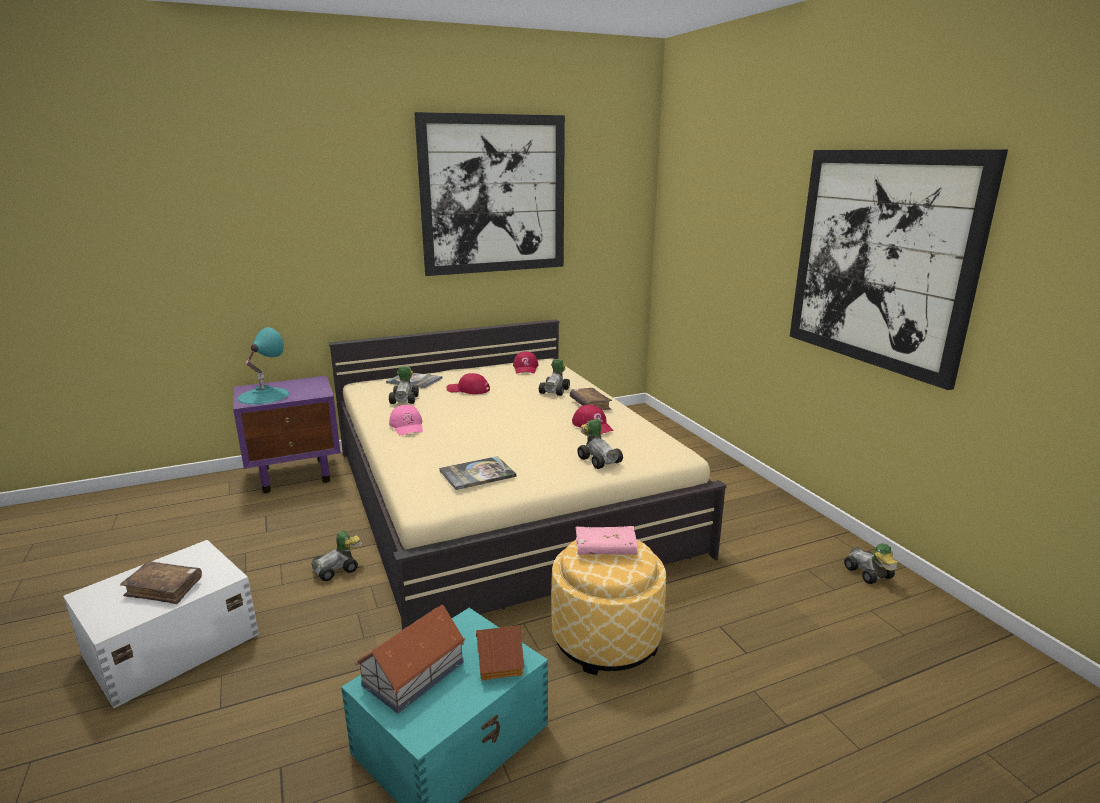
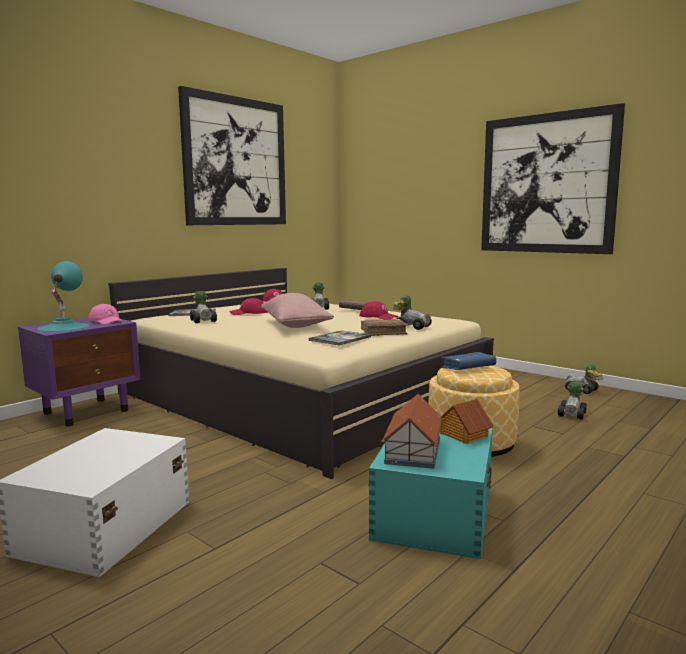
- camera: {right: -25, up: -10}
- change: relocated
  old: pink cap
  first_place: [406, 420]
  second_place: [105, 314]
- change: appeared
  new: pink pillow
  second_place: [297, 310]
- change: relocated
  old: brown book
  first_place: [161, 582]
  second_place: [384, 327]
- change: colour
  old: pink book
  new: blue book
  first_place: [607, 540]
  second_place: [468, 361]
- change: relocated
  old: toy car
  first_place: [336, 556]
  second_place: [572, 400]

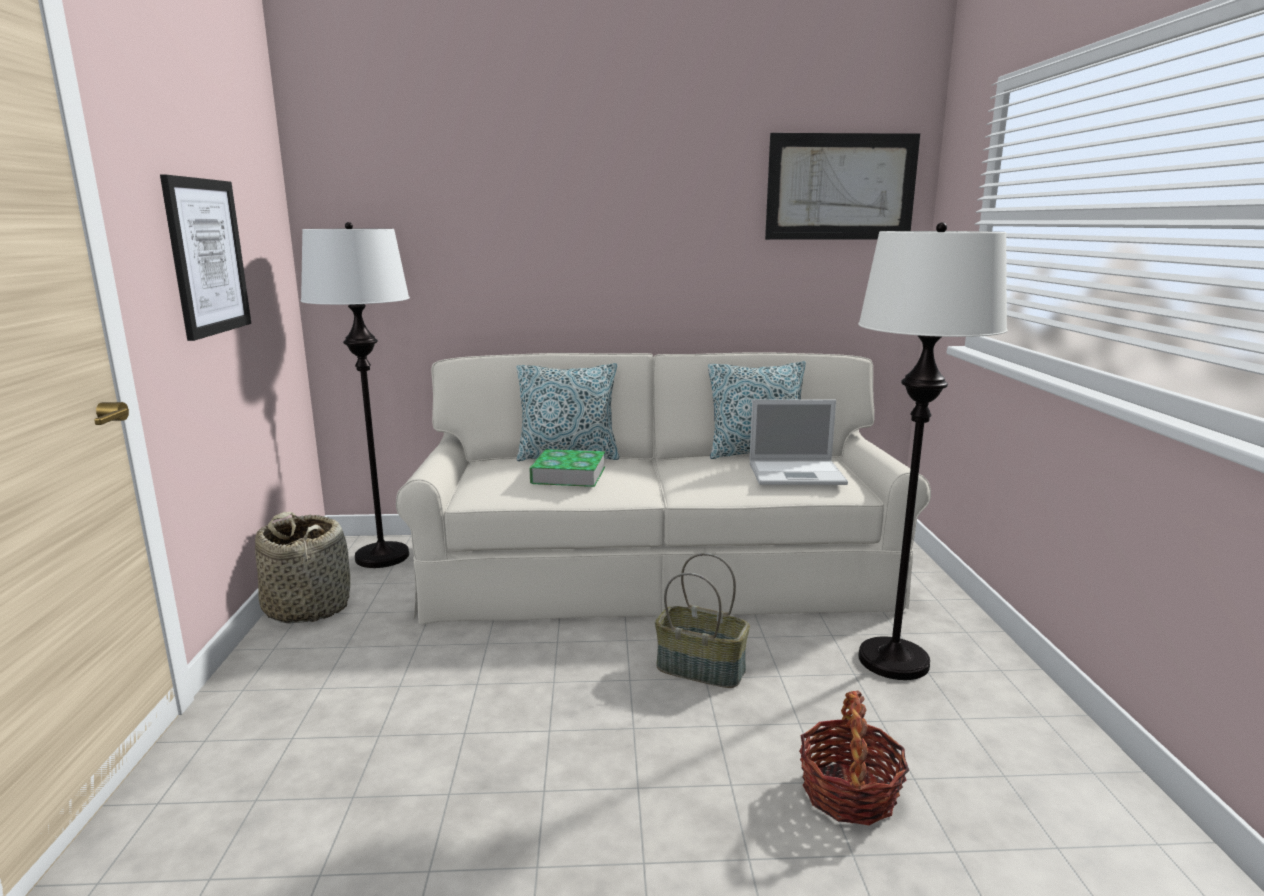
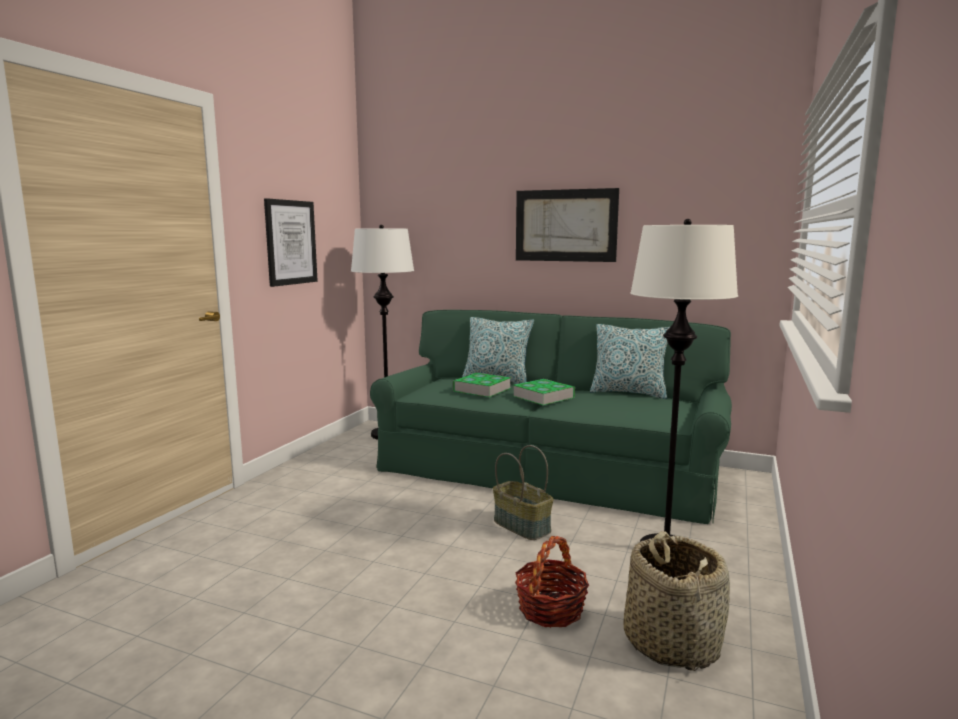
- camera: {right: 25, up: -5}
- change: colour
  old: beige sofa
  new: green sofa
  first_place: [663, 488]
  second_place: [551, 417]
- change: appeared
  new: book
  second_place: [544, 392]
- change: relocated
  old: picture
  first_place: [842, 186]
  second_place: [567, 225]
- change: relocated
  old: basket
  first_place: [302, 568]
  second_place: [676, 601]
- change: missing
  old: laptop
  first_place: [798, 442]

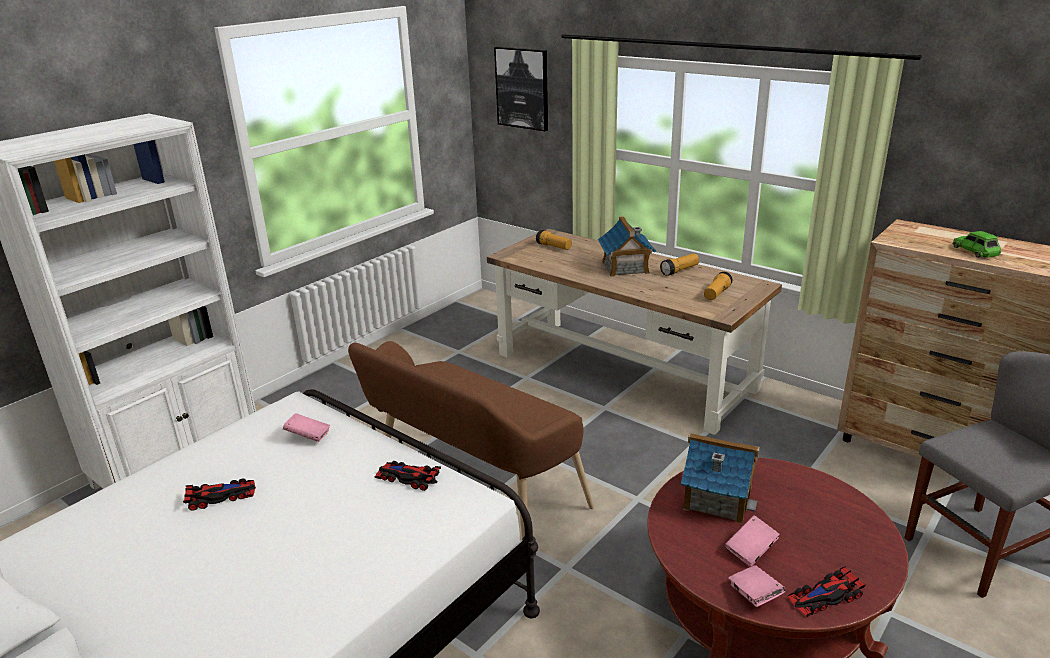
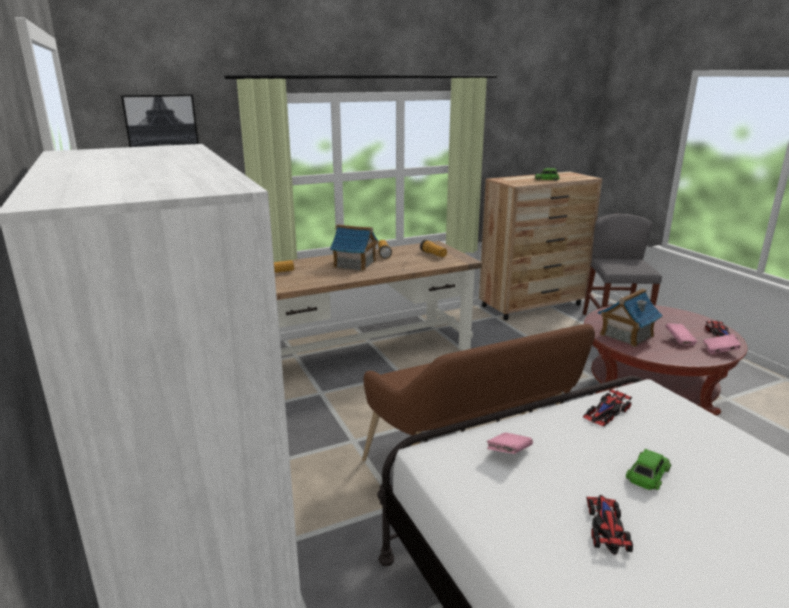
- camera: {right: -65, up: -5}
- change: appeared
  new: green toy car
  second_place: [648, 469]

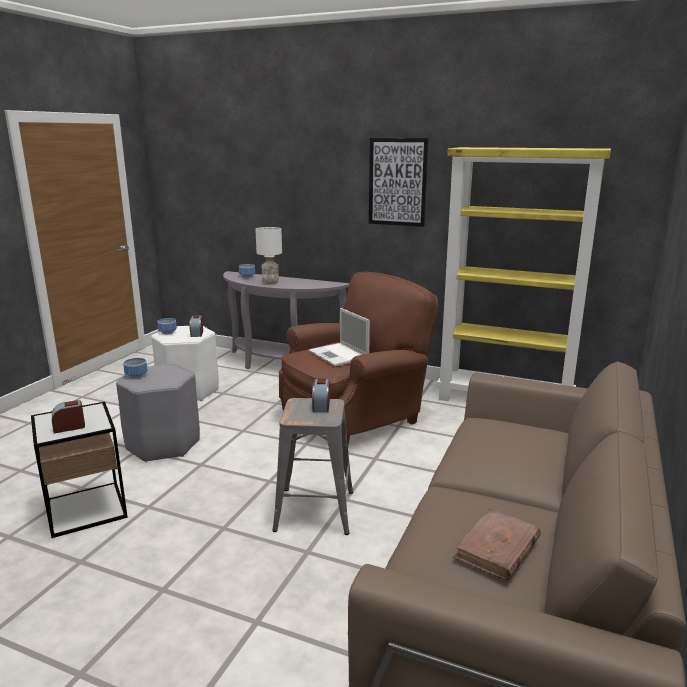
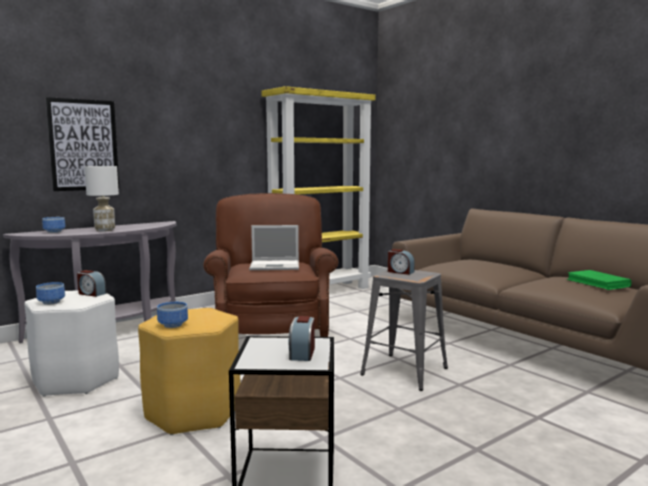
- camera: {right: -60, up: -10}
- change: relocated
  old: picture
  first_place: [399, 182]
  second_place: [82, 144]
- change: colour
  old: grey stool
  new: yellow stool
  first_place: [158, 413]
  second_place: [189, 371]
- change: colour
  old: brown book
  new: green book
  first_place: [497, 544]
  second_place: [599, 280]

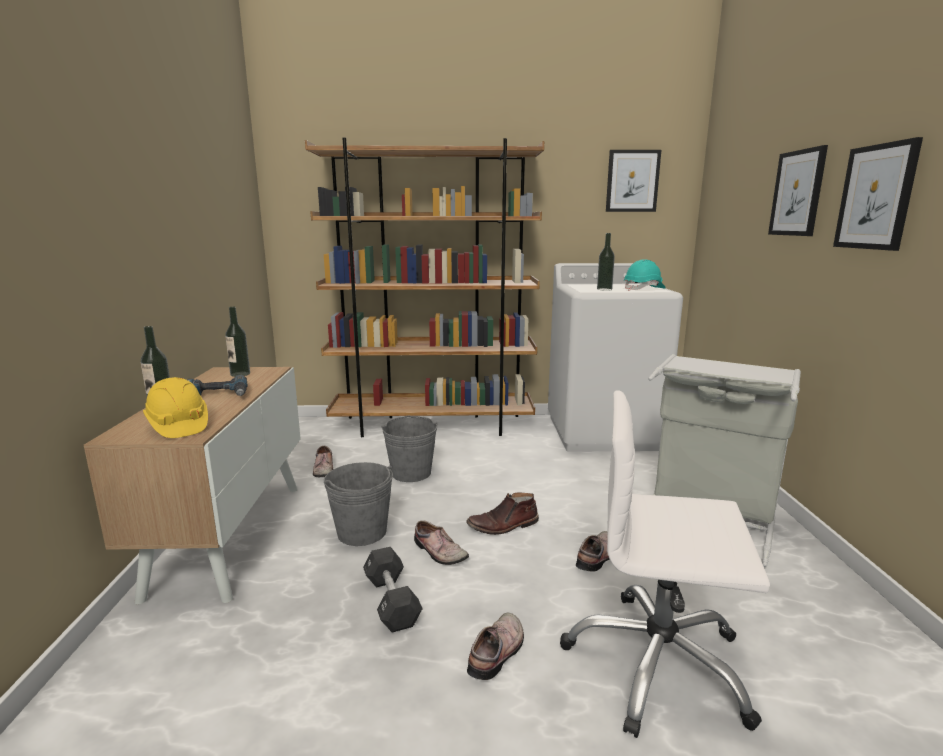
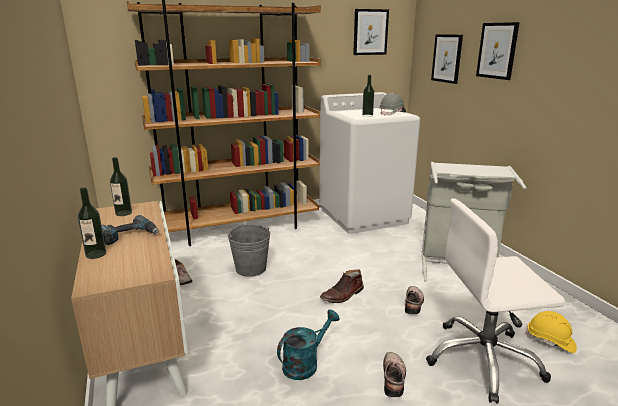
- camera: {right: -20, up: 5}
- change: exchanged
  old: black dumbbell
  new: turquoise watering can
  first_place: [393, 589]
  second_place: [308, 344]
- change: colour
  old: turquoise hard hat
  new: grey hard hat
  first_place: [645, 275]
  second_place: [392, 104]
- change: relocated
  old: picture
  first_place: [878, 194]
  second_place: [447, 59]
- change: relocated
  old: yellow hard hat
  first_place: [175, 407]
  second_place: [551, 332]
- change: missing
  old: grey bucket
  first_place: [358, 504]
- change: missing
  old: shoe
  first_place: [441, 542]

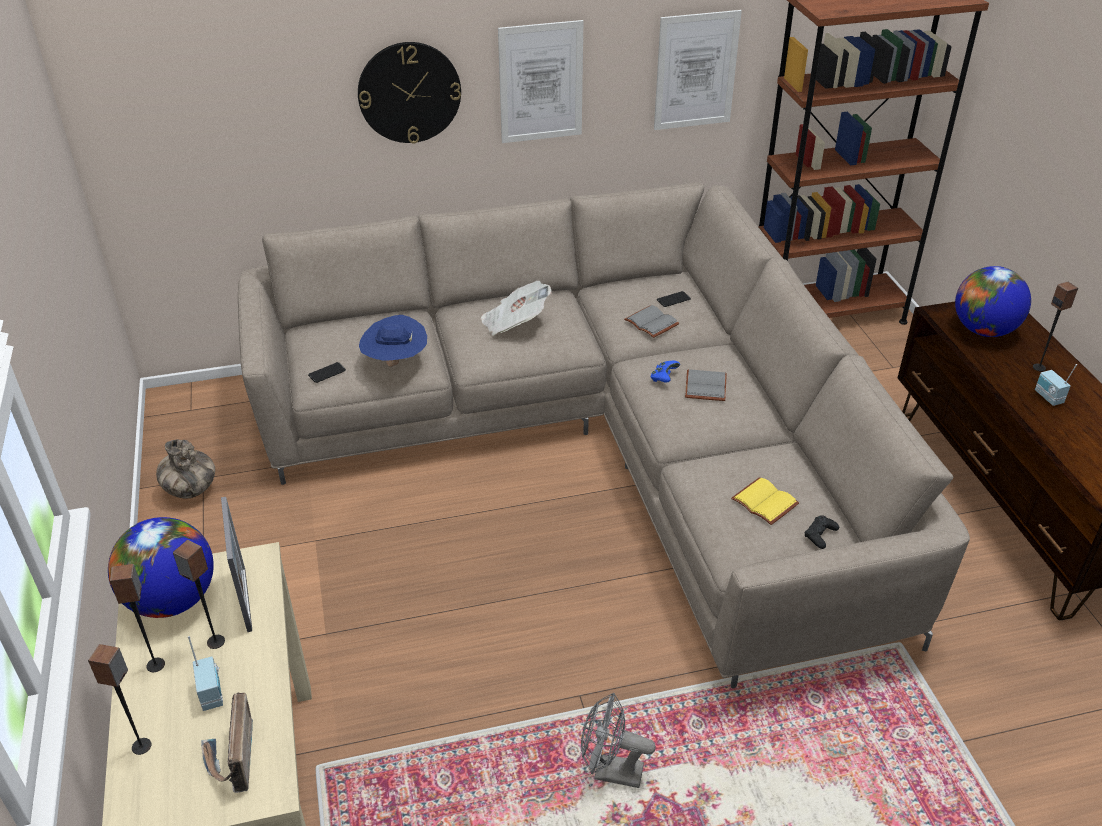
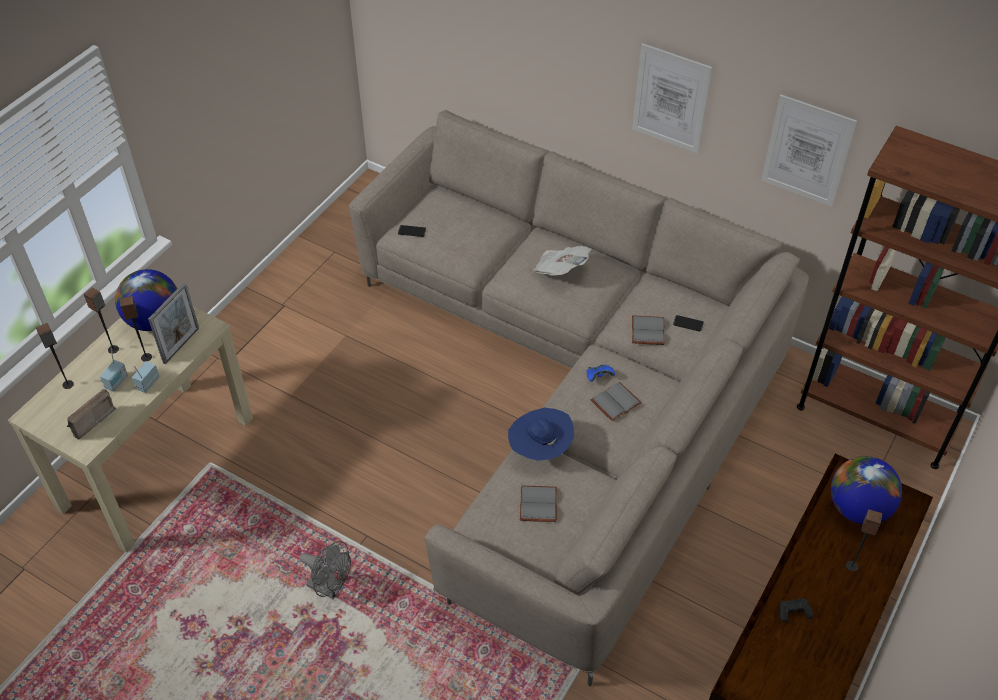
- camera: {right: 45, up: 10}
- change: relocated
  old: radio
  first_place: [1056, 385]
  second_place: [146, 377]
- change: spun
  old: grey fan
  first_place: [618, 740]
  second_place: [325, 570]
  degrees: 150
- change: relocated
  old: blue hat
  first_place: [393, 341]
  second_place: [541, 434]
- change: colour
  old: yellow book
  new: grey book
  first_place: [765, 501]
  second_place: [538, 504]
- change: relocated
  old: black game controller
  first_place: [822, 532]
  second_place: [796, 610]
- change: missing
  old: vase
  first_place: [185, 469]
- change: missing
  old: wall clock
  first_place: [409, 92]

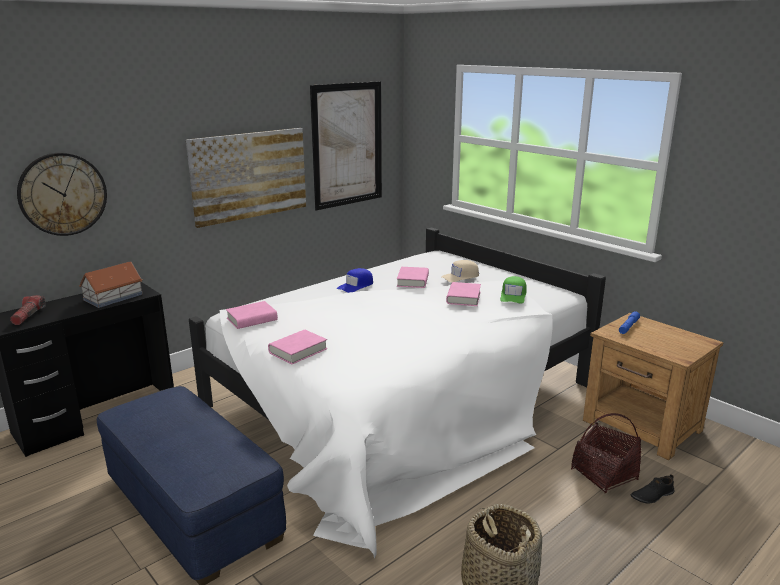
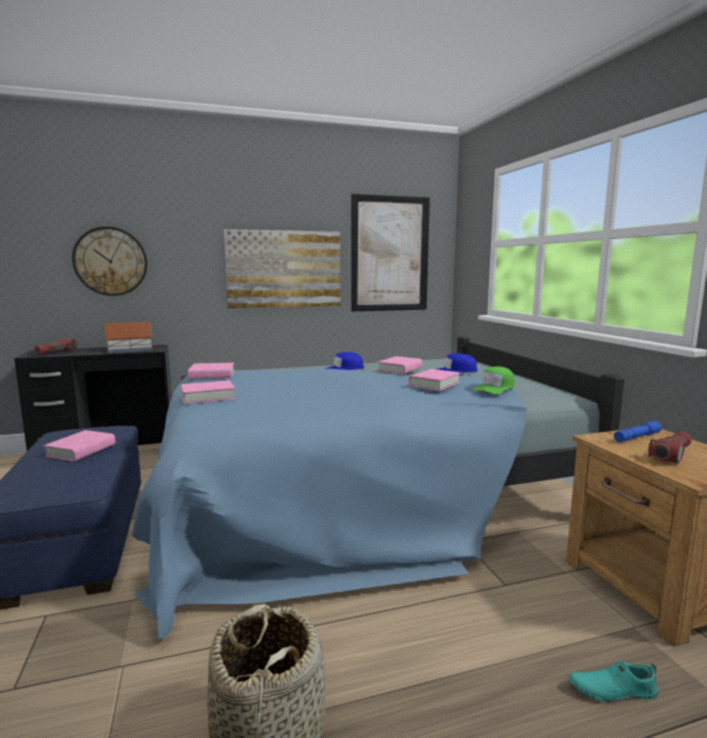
- camera: {right: 25, up: -10}
- change: appeared
  new: pink book
  second_place: [79, 445]
- change: colour
  old: white bed
  new: blue bed
  first_place: [397, 393]
  second_place: [378, 488]
- change: colour
  old: beige cap
  new: blue cap
  first_place: [460, 271]
  second_place: [457, 363]
- change: colour
  old: black shoe
  new: turquoise shoe
  first_place: [652, 489]
  second_place: [613, 681]
- change: appeared
  new: flashlight
  second_place: [670, 447]
- change: missing
  old: basket
  first_place: [606, 453]

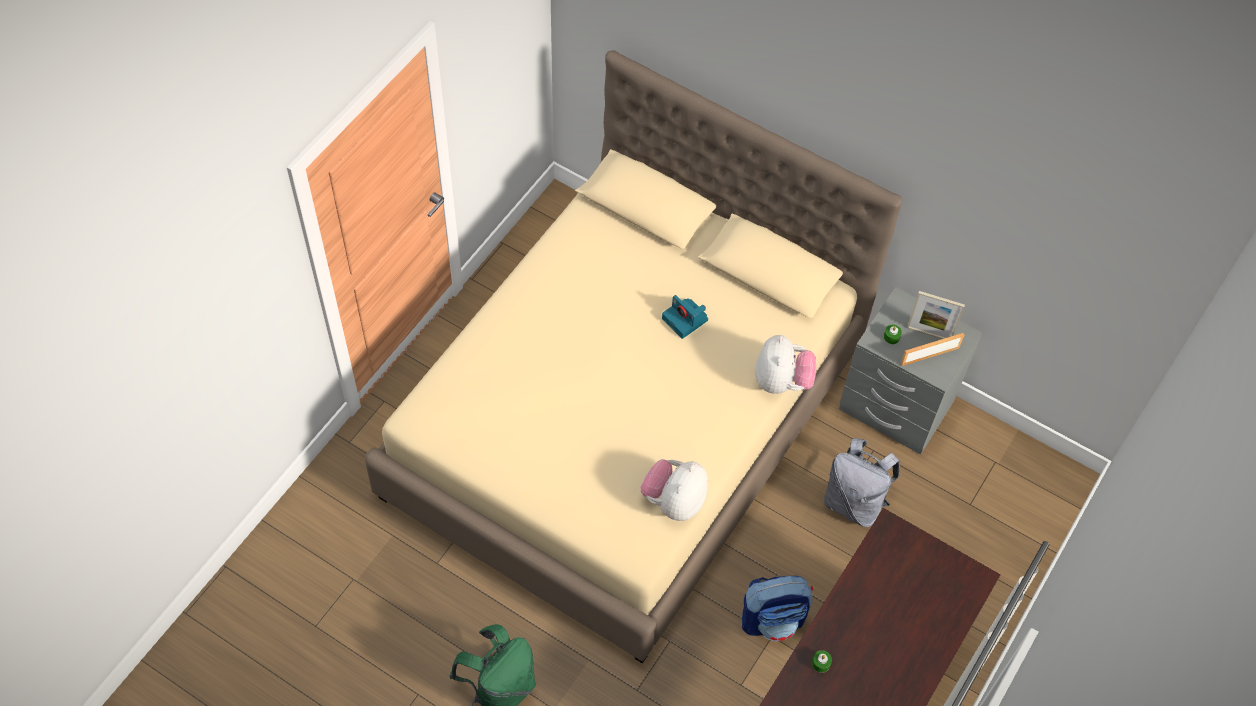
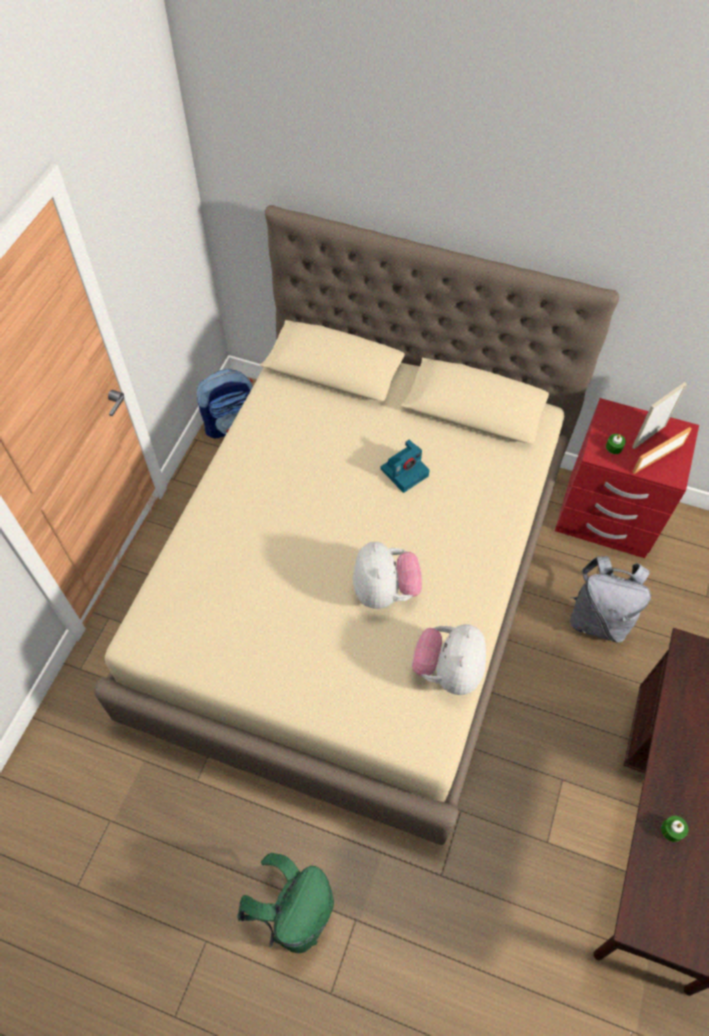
- camera: {right: -10, up: 0}
- change: relocated
  old: backpack
  first_place: [777, 608]
  second_place: [225, 403]
- change: relocated
  old: plush toy
  first_place: [785, 364]
  second_place: [387, 575]
- change: spun
  old: photo camera
  first_place: [685, 317]
  second_place: [405, 466]
  degrees: -75
- change: colour
  old: grey nightstand
  new: red nightstand
  first_place: [910, 371]
  second_place: [627, 478]
- change: spun
  old: picture frame
  first_place: [936, 315]
  second_place: [659, 415]
  degrees: 135

